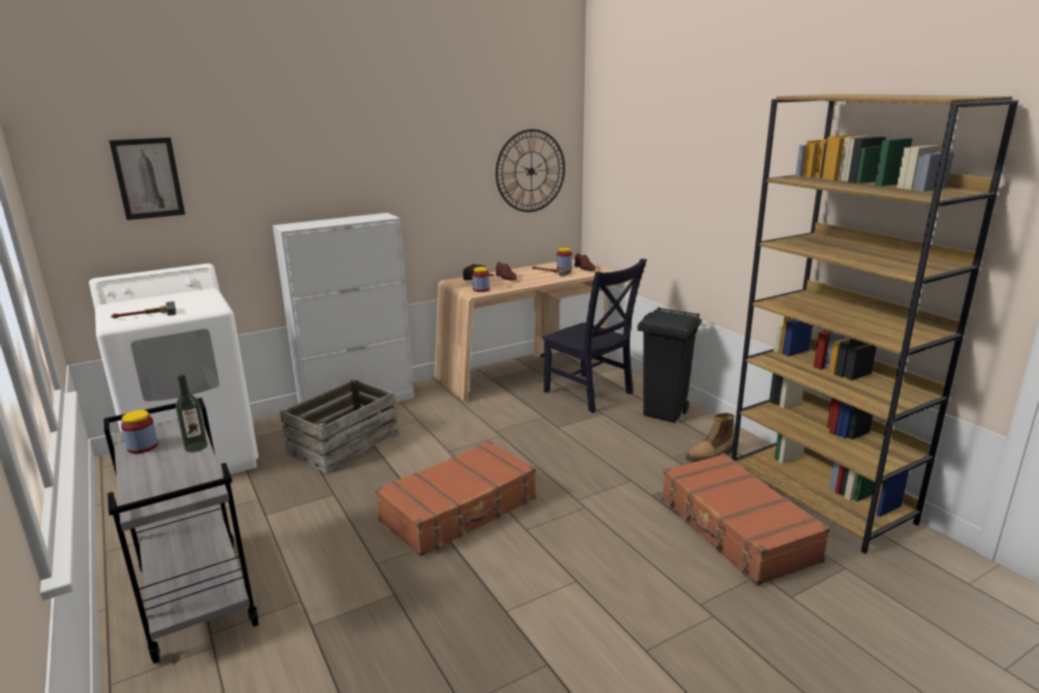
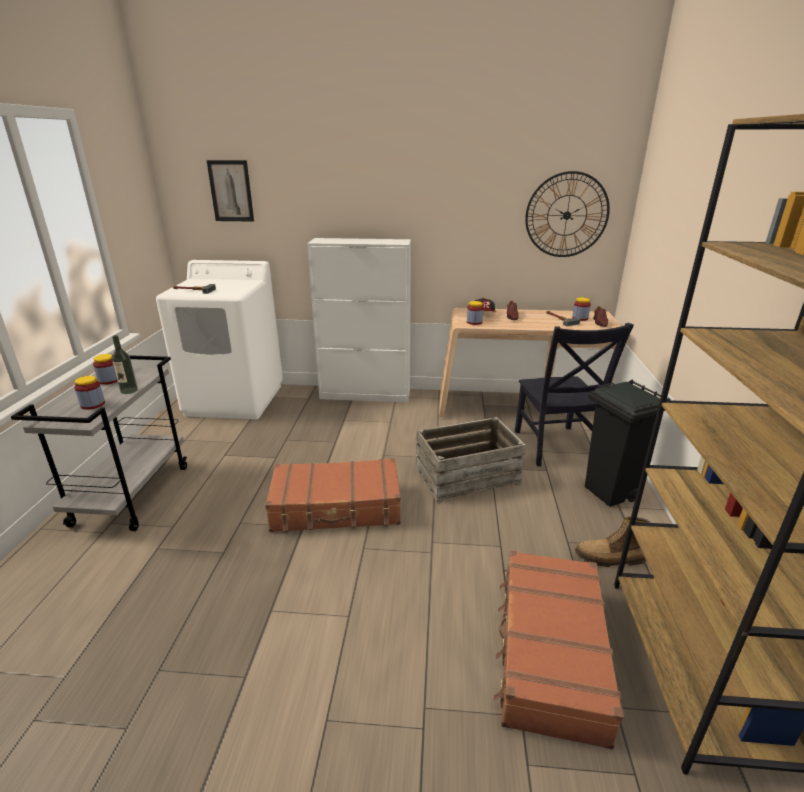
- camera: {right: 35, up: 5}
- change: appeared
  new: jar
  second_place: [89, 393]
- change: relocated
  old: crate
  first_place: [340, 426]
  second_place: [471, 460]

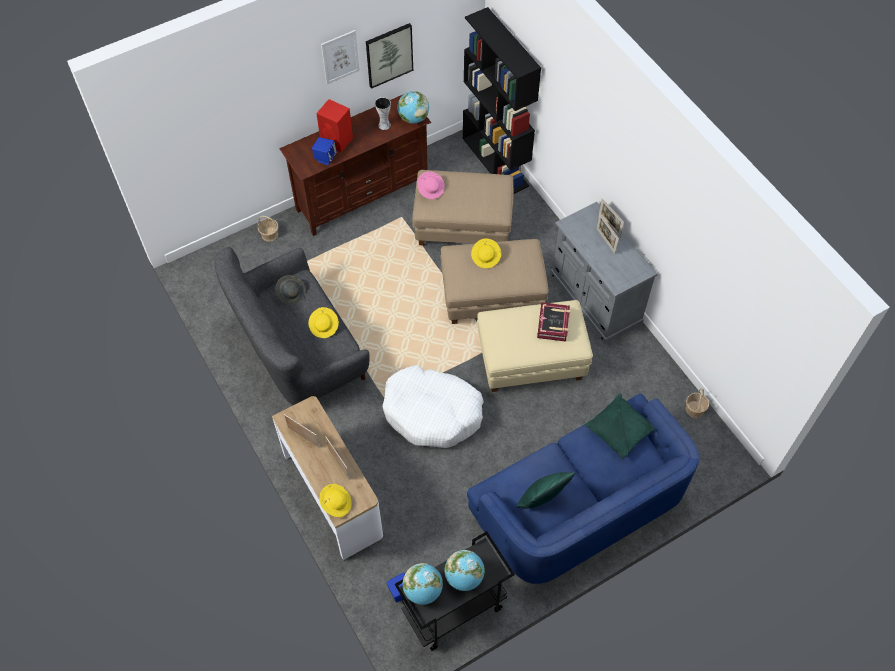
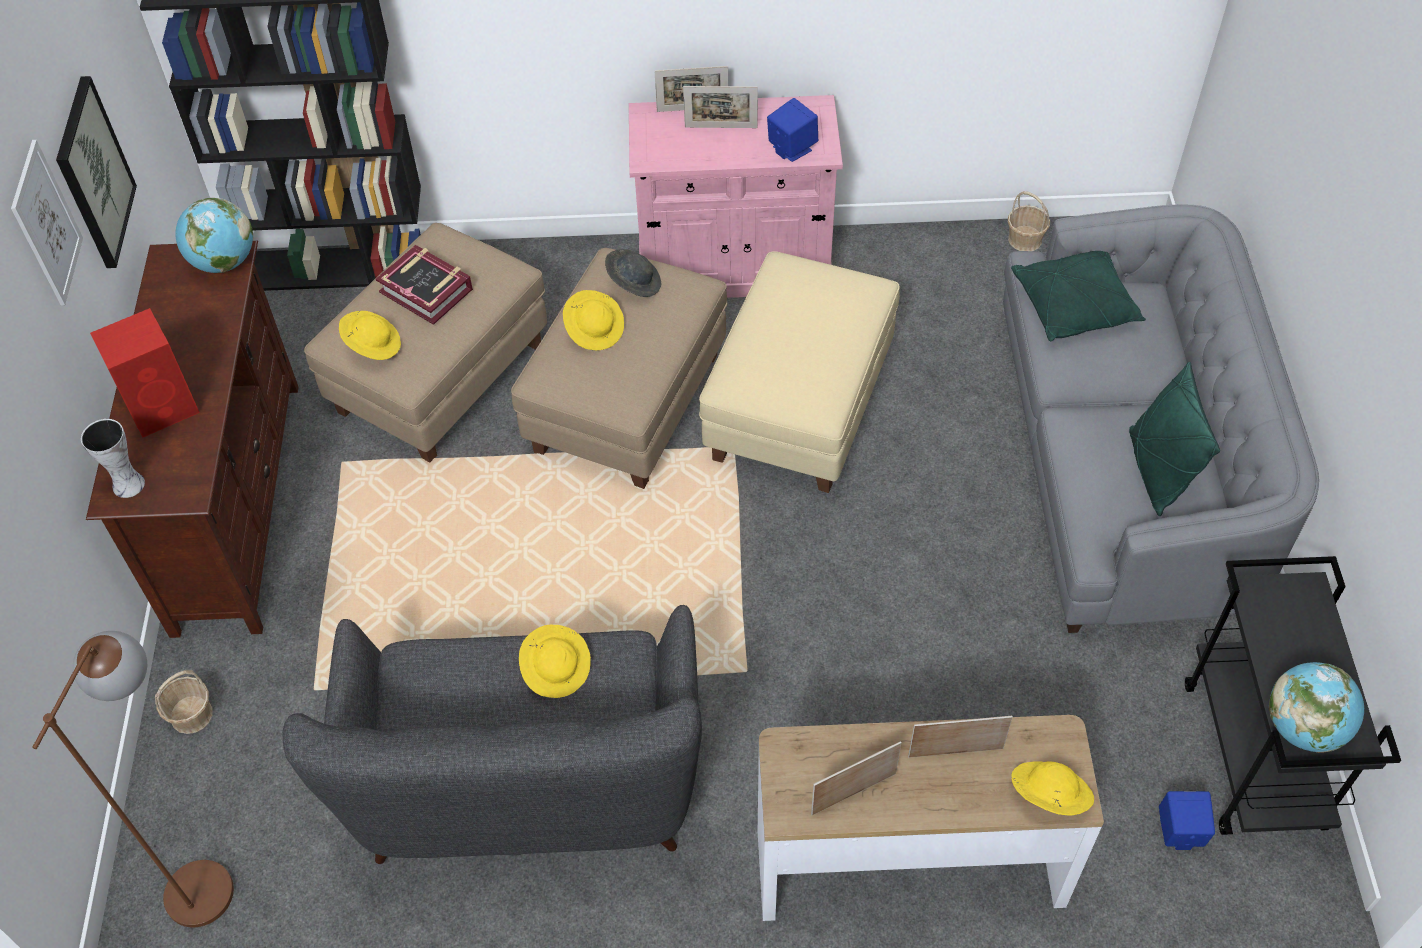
- camera: {right: -60, up: -5}
- change: appeared
  new: brown floor lamp
  second_place: [133, 779]
- change: relocated
  old: vase
  first_place: [383, 113]
  second_place: [113, 458]
- change: colour
  old: pink hat
  new: yellow hat
  first_place: [431, 185]
  second_place: [370, 335]
- change: relocated
  old: book
  first_place: [553, 322]
  second_place: [424, 285]
- change: relocated
  old: grey hat
  first_place: [290, 290]
  second_place: [633, 273]
- change: colour
  old: grey cabinet
  new: pink cabinet
  first_place: [604, 273]
  second_place: [736, 196]
- change: relocated
  old: blue speaker
  first_place: [324, 151]
  second_place: [792, 130]
- change: colour
  old: blue sofa
  new: grey sofa
  first_place: [583, 489]
  second_place: [1161, 419]
- change: missing
  old: white dog bed
  first_place: [433, 406]
- change: missing
  old: globe
  first_place: [464, 570]

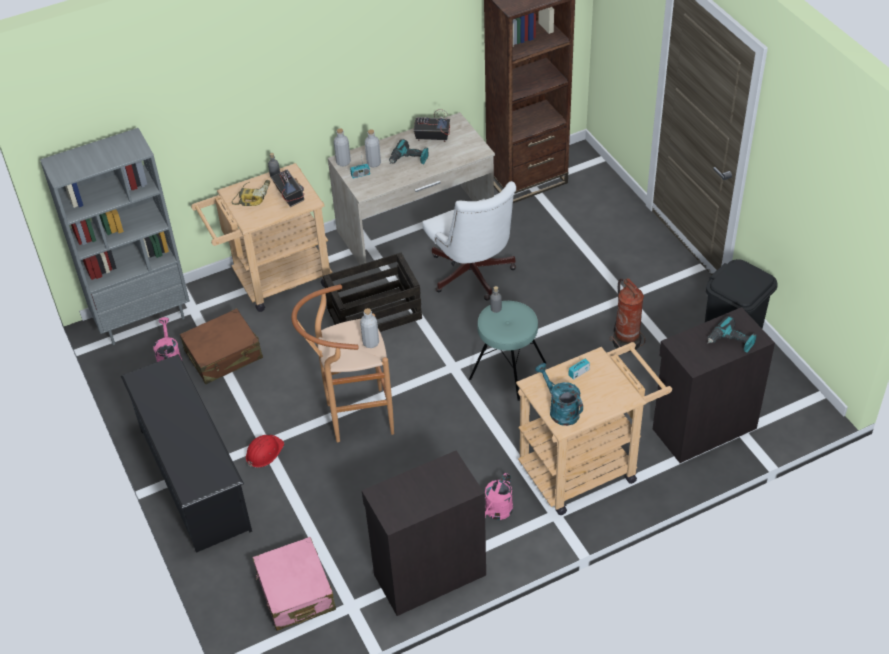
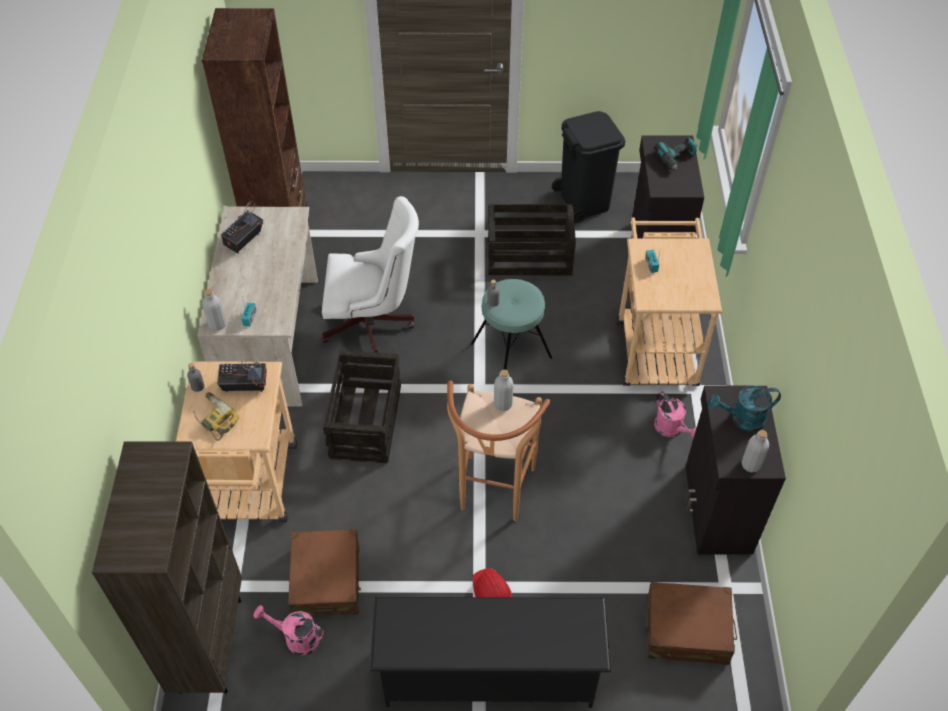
- camera: {right: -65, up: 5}
- change: colour
  old: grey bookcase
  new: brown bookcase
  first_place: [115, 236]
  second_place: [167, 567]
- change: exchanged
  old: fire extinguisher
  new: crate
  first_place: [627, 315]
  second_place: [532, 239]
- change: colour
  old: pink suitcase
  new: brown suitcase
  first_place: [294, 584]
  second_place: [692, 623]
- change: relocated
  old: turquoise watering can
  first_place: [559, 394]
  second_place: [745, 408]
- change: relocated
  old: grey bottle
  first_place: [373, 148]
  second_place: [755, 451]
- change: missing
  old: power drill
  first_place: [408, 151]

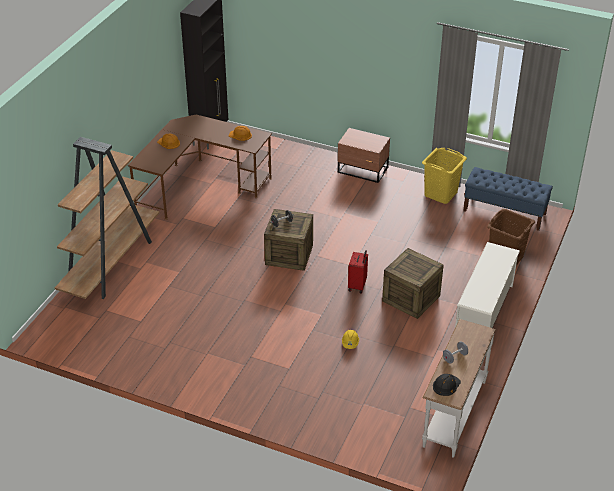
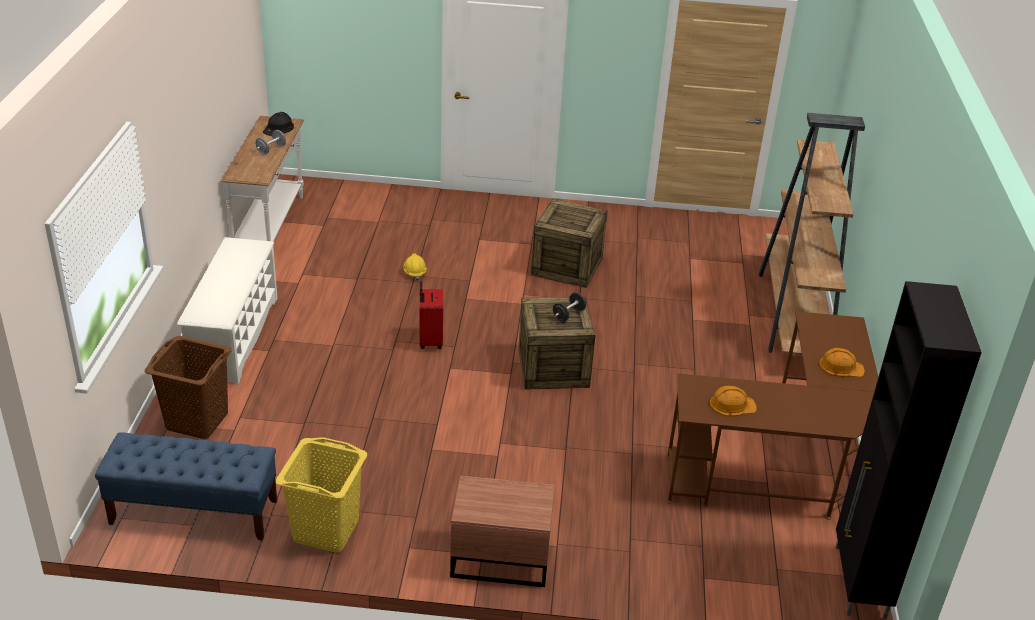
- camera: {right: 160, up: -5}
- change: relocated
  old: crate
  first_place: [413, 283]
  second_place: [569, 243]

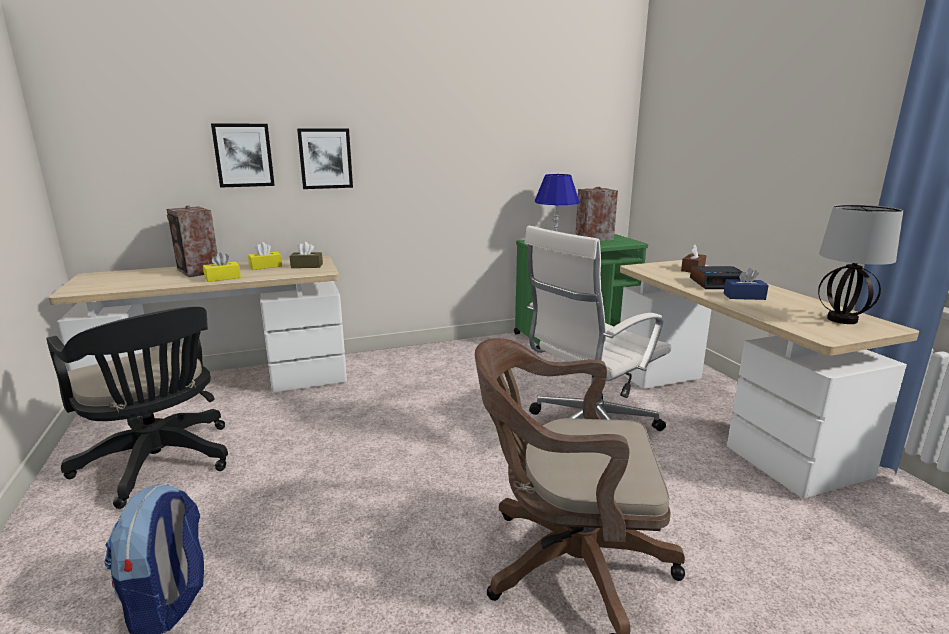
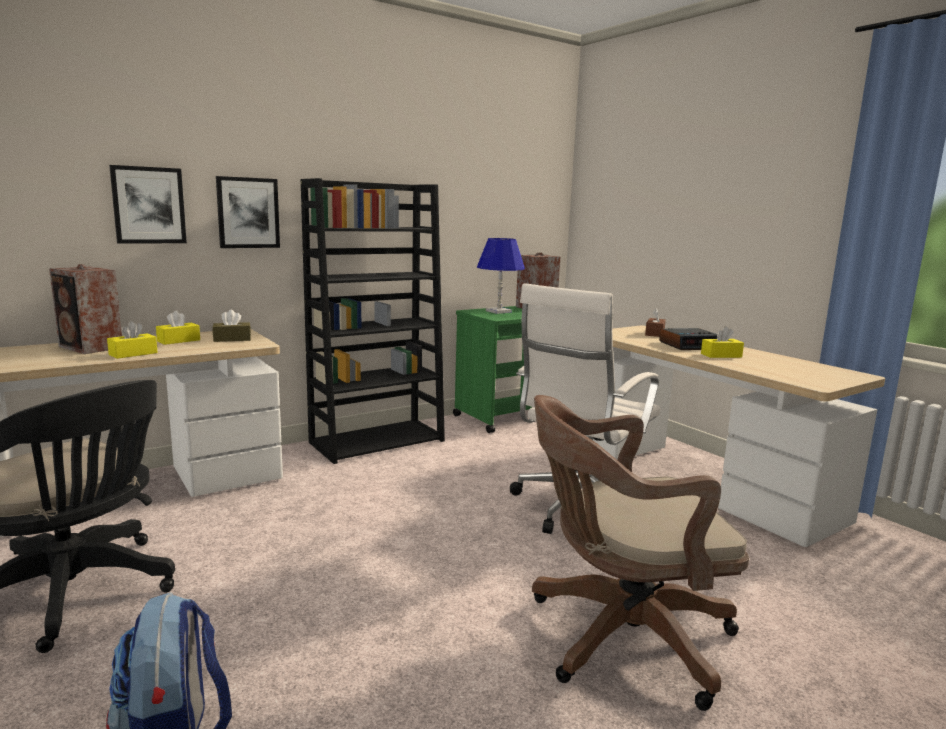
- camera: {right: -15, up: -5}
- change: appeared
  new: black bookcase
  second_place: [373, 321]
- change: colour
  old: blue tissue box
  new: yellow tissue box
  first_place: [746, 284]
  second_place: [722, 342]
- change: missing
  old: table lamp
  first_place: [860, 264]

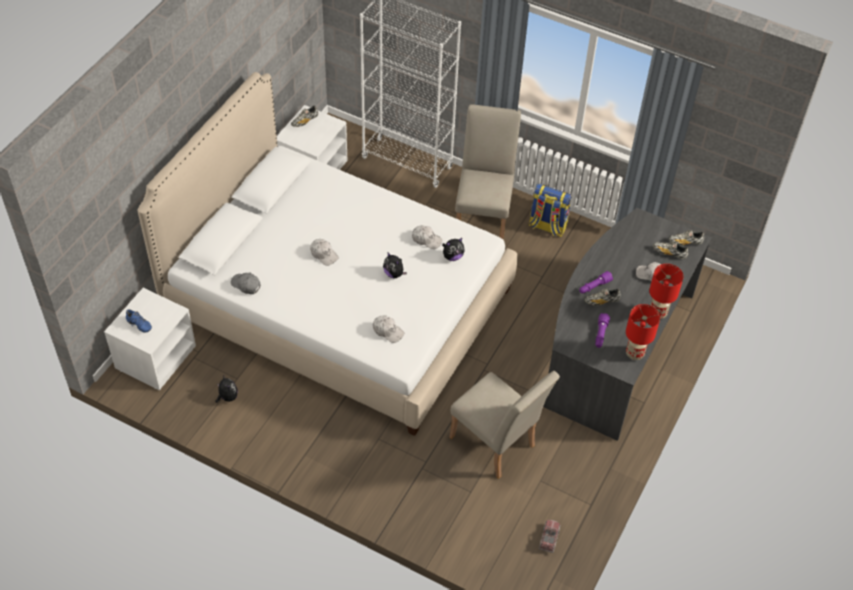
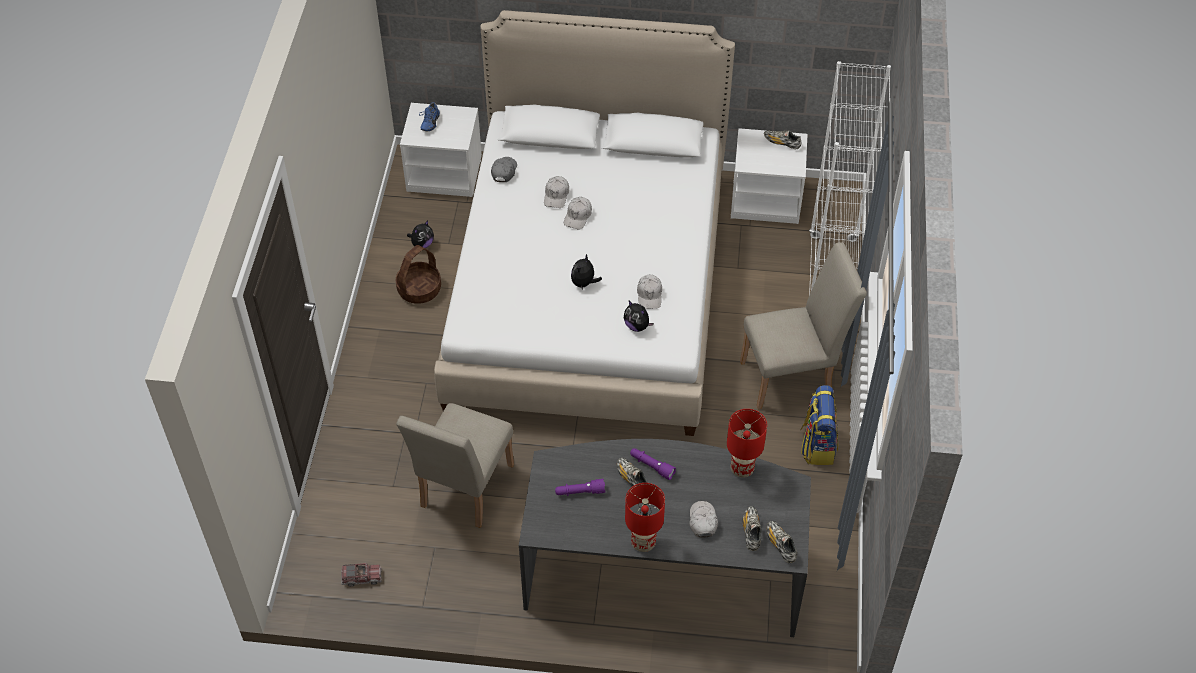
- camera: {right: 70, up: 0}
- change: appeared
  new: basket
  second_place: [418, 274]
- change: relocated
  old: white cap
  first_place: [388, 329]
  second_place: [556, 192]
- change: relocated
  old: red table lamp
  first_place: [643, 332]
  second_place: [747, 443]

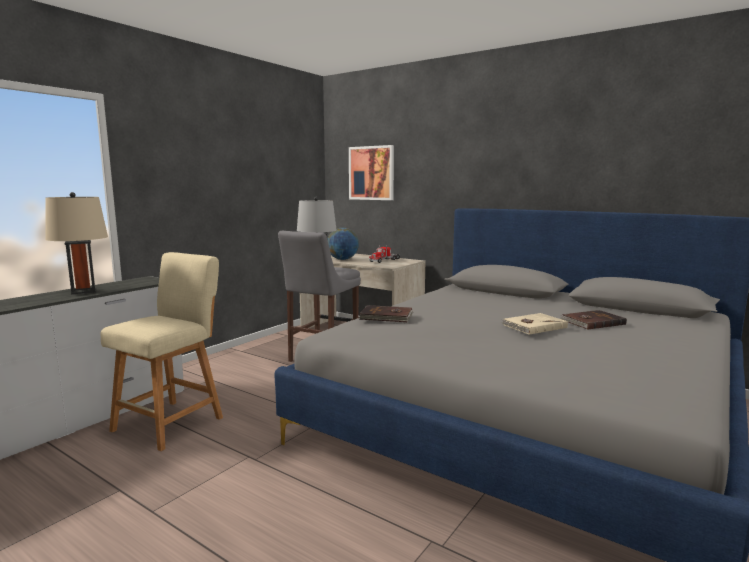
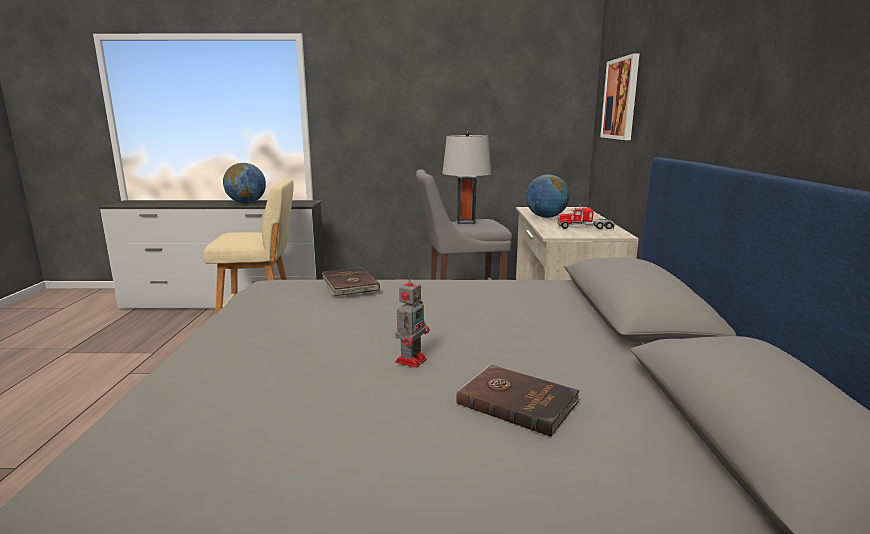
- camera: {right: 55, up: 5}
- change: exchanged
  old: beige table lamp
  new: globe
  first_place: [76, 243]
  second_place: [244, 183]
- change: exchanged
  old: beige book
  new: toy robot
  first_place: [534, 324]
  second_place: [412, 321]

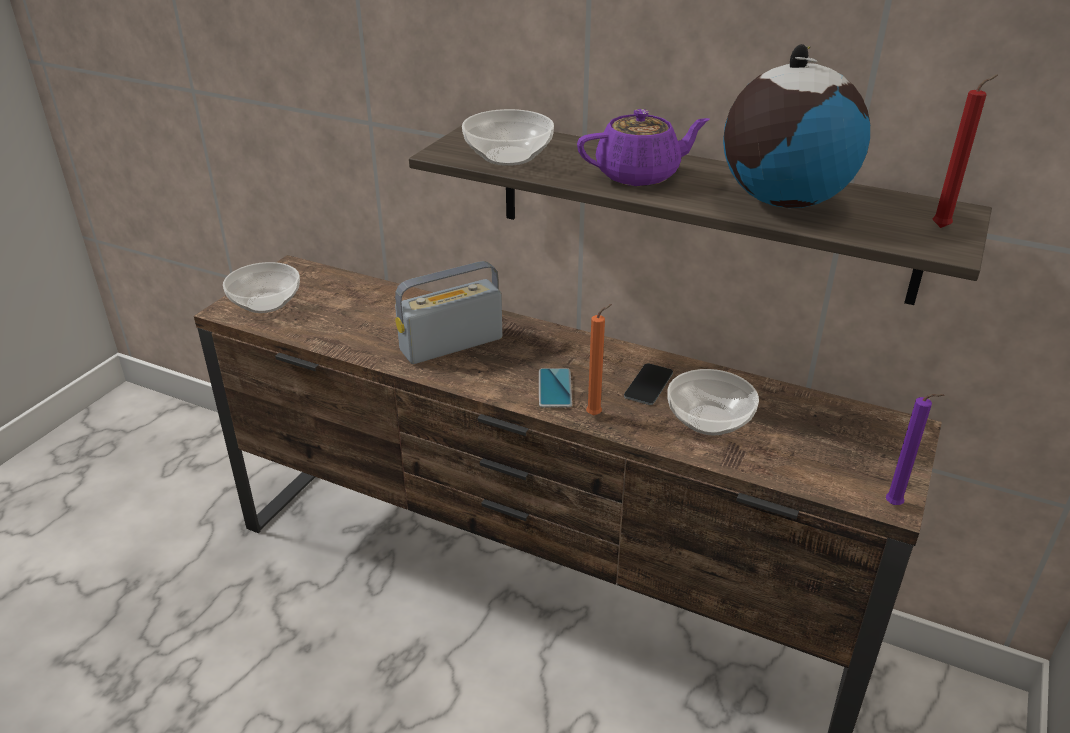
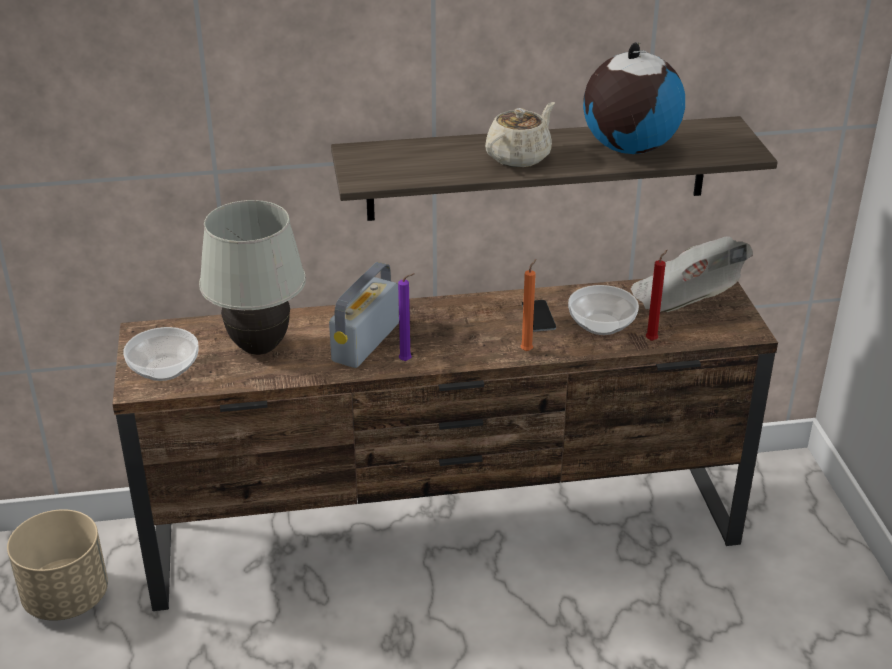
- camera: {right: -35, up: 0}
- change: appeared
  new: beige planter
  second_place: [57, 565]
- change: appeared
  new: white table lamp
  second_place: [252, 277]
- change: relocated
  old: purple candle
  first_place: [915, 449]
  second_place: [406, 317]
- change: colour
  old: purple teapot
  new: beige teapot
  first_place: [643, 147]
  second_place: [520, 134]
- change: appeared
  new: newspaper
  second_place: [691, 274]
- change: relocated
  old: red candle
  first_place: [965, 151]
  second_place: [657, 295]
- change: missing
  old: bowl
  first_place: [508, 137]
- change: missing
  old: phone
  first_place: [555, 388]

